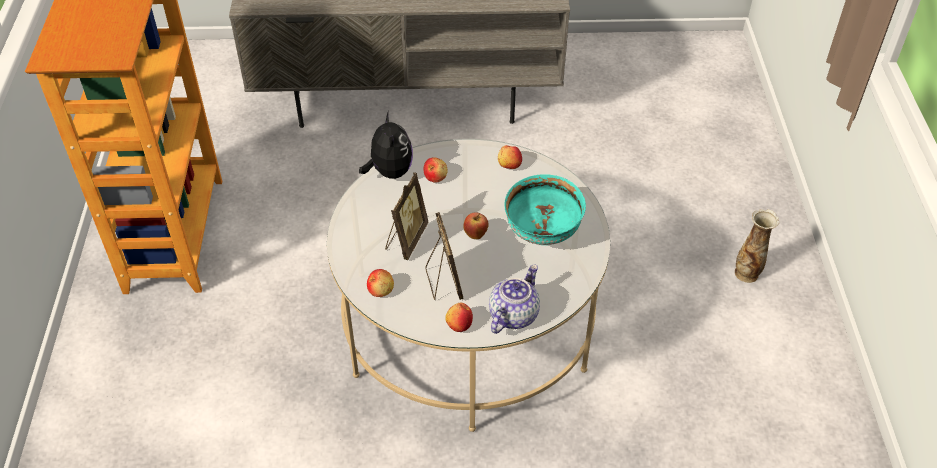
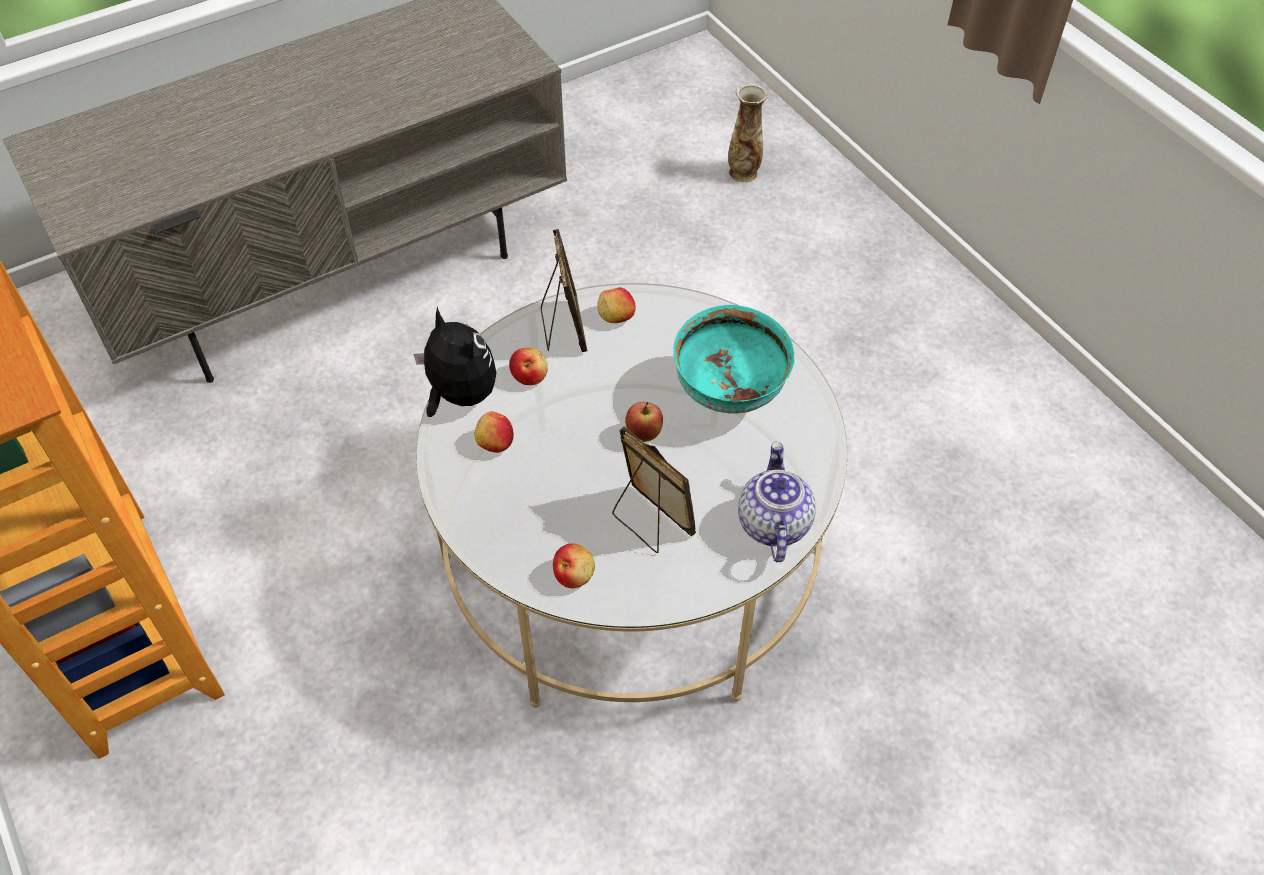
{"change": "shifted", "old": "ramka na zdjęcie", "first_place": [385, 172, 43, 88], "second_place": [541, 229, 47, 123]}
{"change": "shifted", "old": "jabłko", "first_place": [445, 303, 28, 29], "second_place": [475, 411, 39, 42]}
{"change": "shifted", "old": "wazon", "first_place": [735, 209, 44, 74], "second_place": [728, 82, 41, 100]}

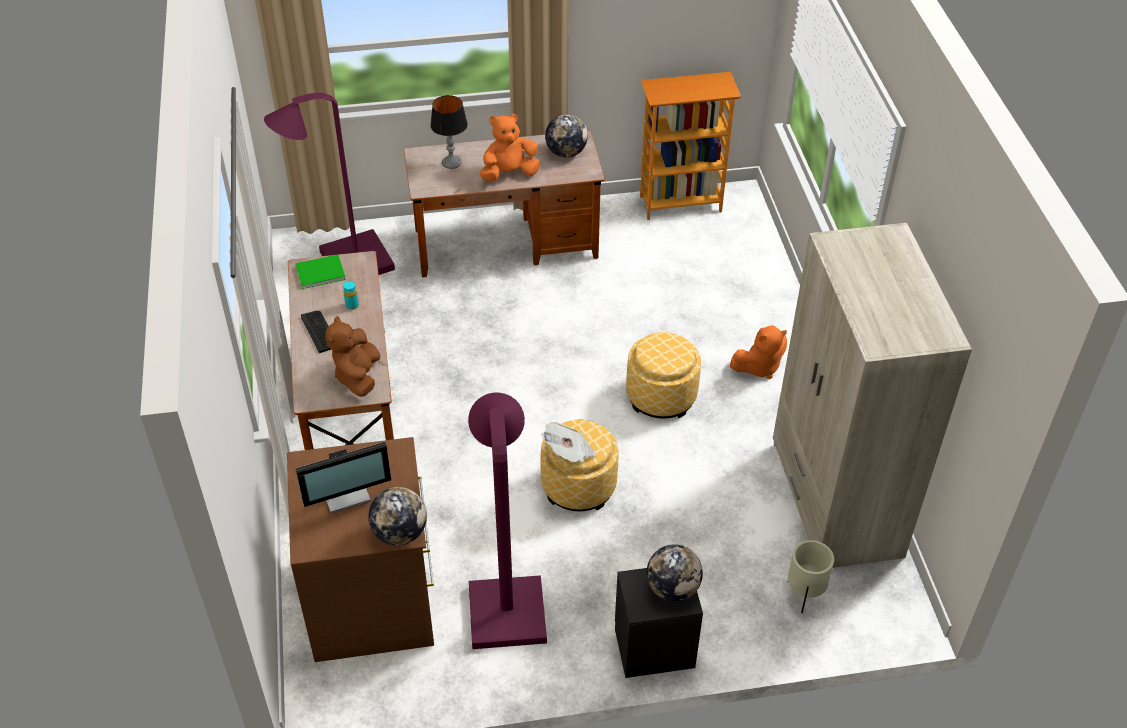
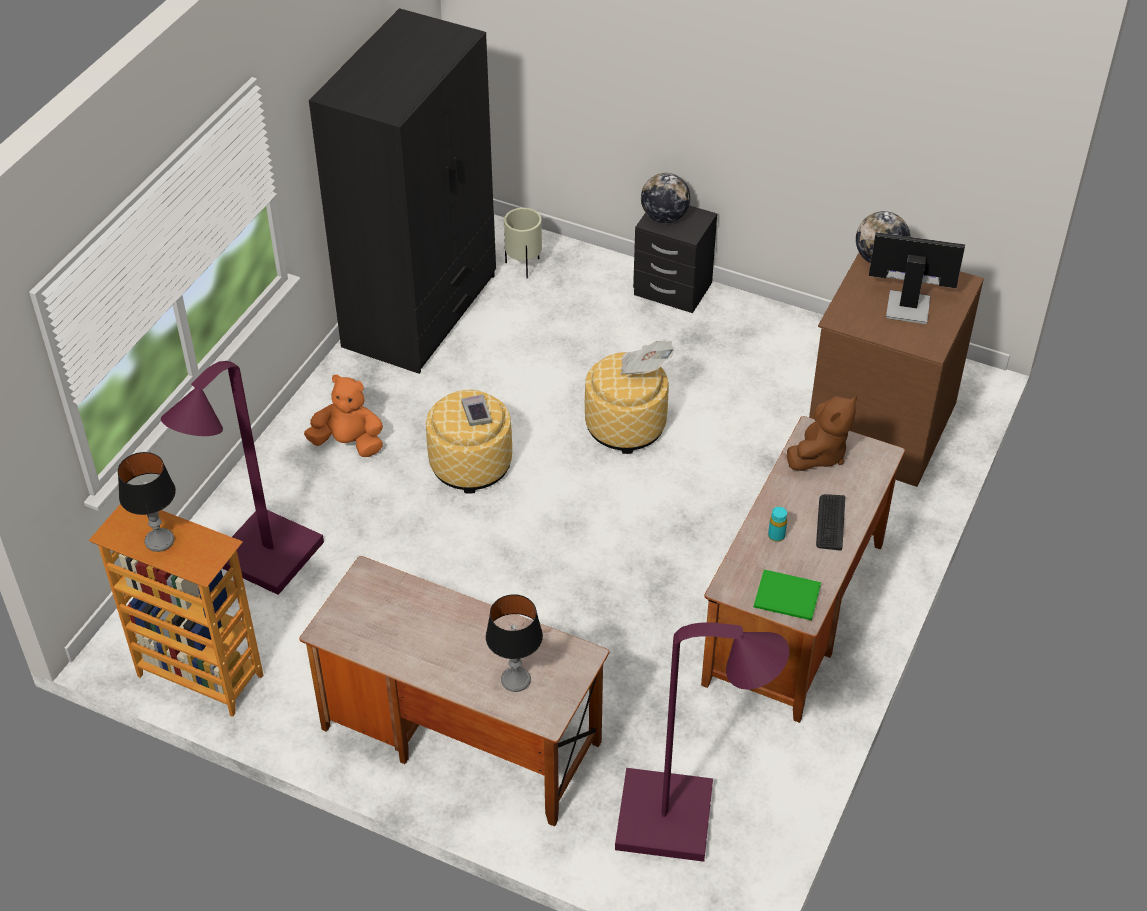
{"change": "shifted", "old": "lampa stojąca (fioletowy)", "first_place": [468, 393, 79, 256], "second_place": [161, 361, 163, 234]}
{"change": "gone", "old": "pluszak (pomarańczowy)", "first_place": [480, 114, 60, 67]}
{"change": "gone", "old": "globus", "first_place": [545, 114, 43, 44]}
{"change": "repainted", "old": "szafa (beżowy)", "new": "szafa (czarny)", "first_place": [773, 223, 199, 345], "second_place": [309, 8, 187, 366]}
{"change": "new", "new": "lampa stołowa", "second_place": [118, 452, 58, 100]}
{"change": "new", "new": "książka", "second_place": [461, 394, 31, 32]}

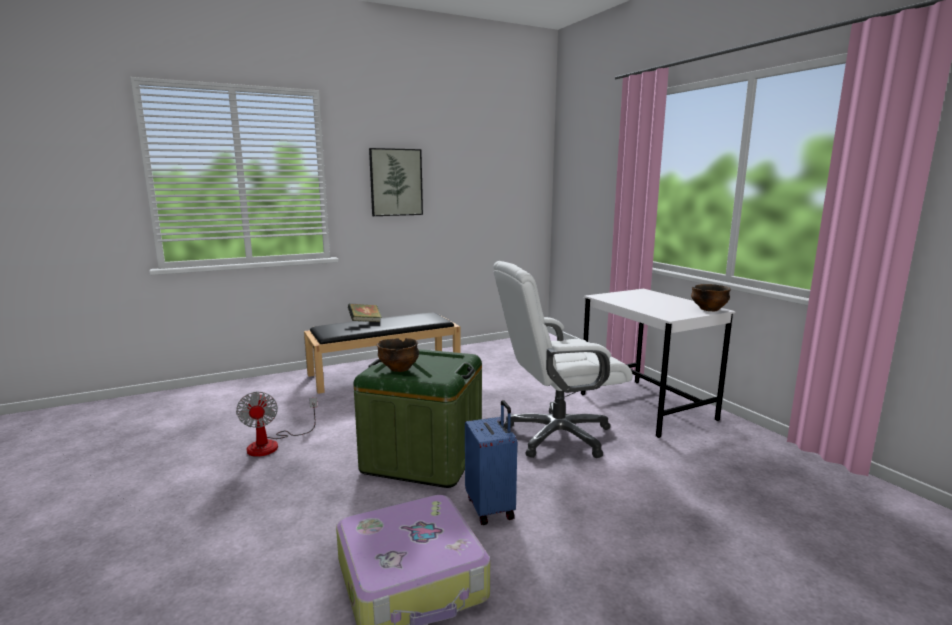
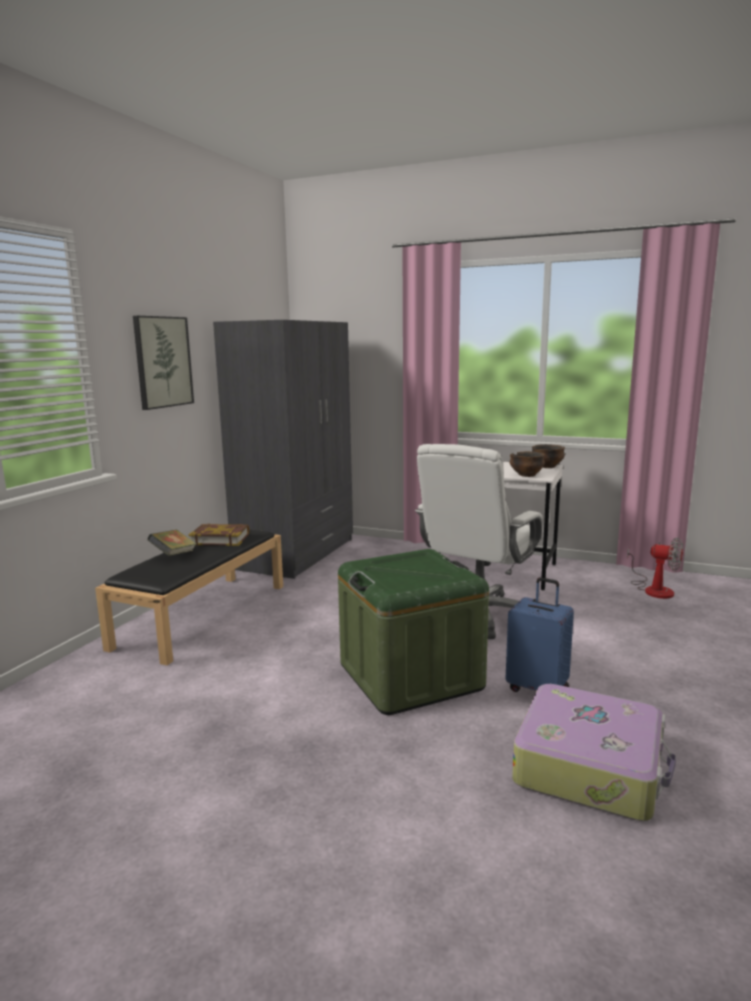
{"change": "shifted", "old": "wentylator", "first_place": [236, 392, 82, 65], "second_place": [627, 537, 56, 62]}
{"change": "shifted", "old": "miska", "first_place": [376, 338, 43, 34], "second_place": [509, 451, 36, 26]}
{"change": "new", "new": "książka", "second_place": [189, 524, 60, 22]}
{"change": "new", "new": "szafa (szary)", "second_place": [213, 320, 140, 259]}

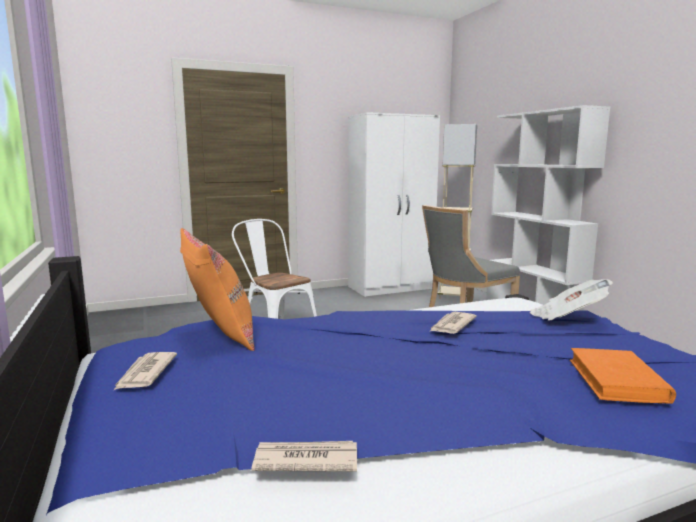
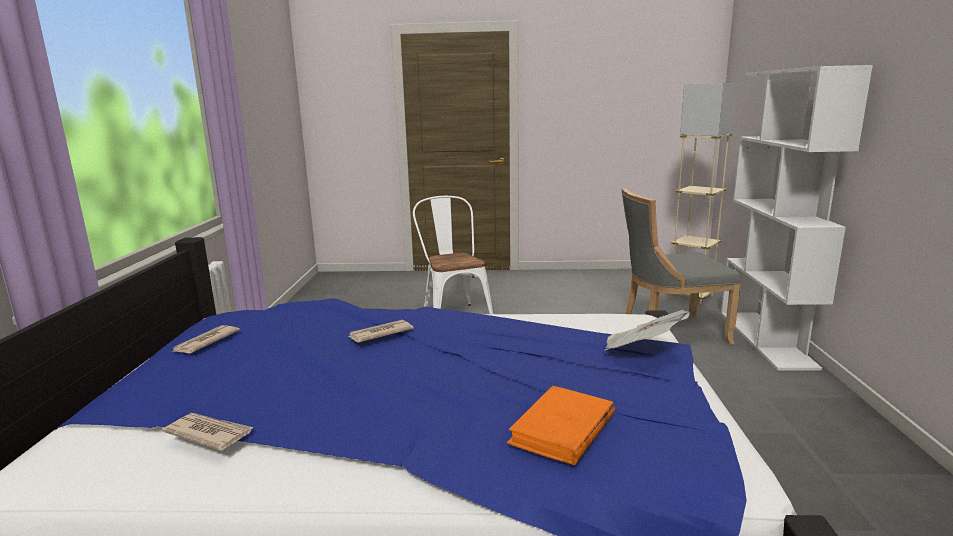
{"change": "gone", "old": "poduszka (pomarańczowy)", "first_place": [180, 228, 75, 123]}
{"change": "gone", "old": "szafa (biały)", "first_place": [348, 112, 92, 185]}
{"change": "shifted", "old": "gazeta", "first_place": [429, 312, 48, 22], "second_place": [348, 320, 66, 23]}

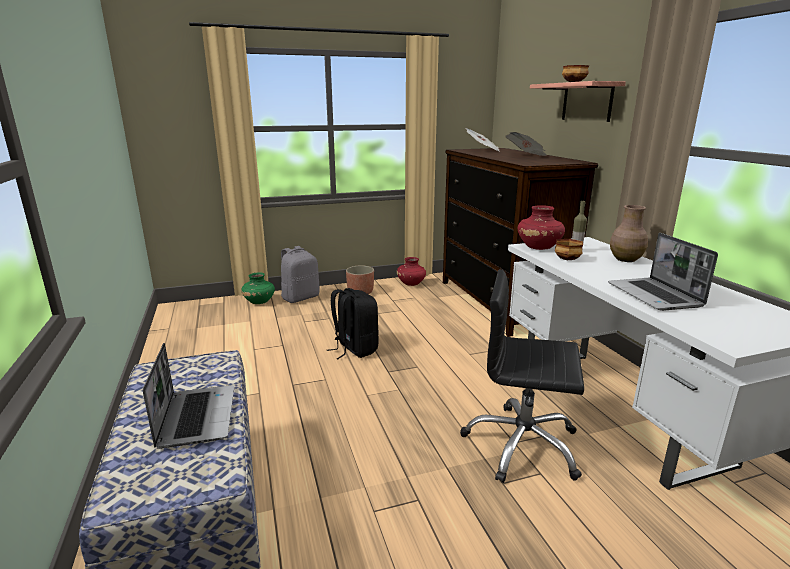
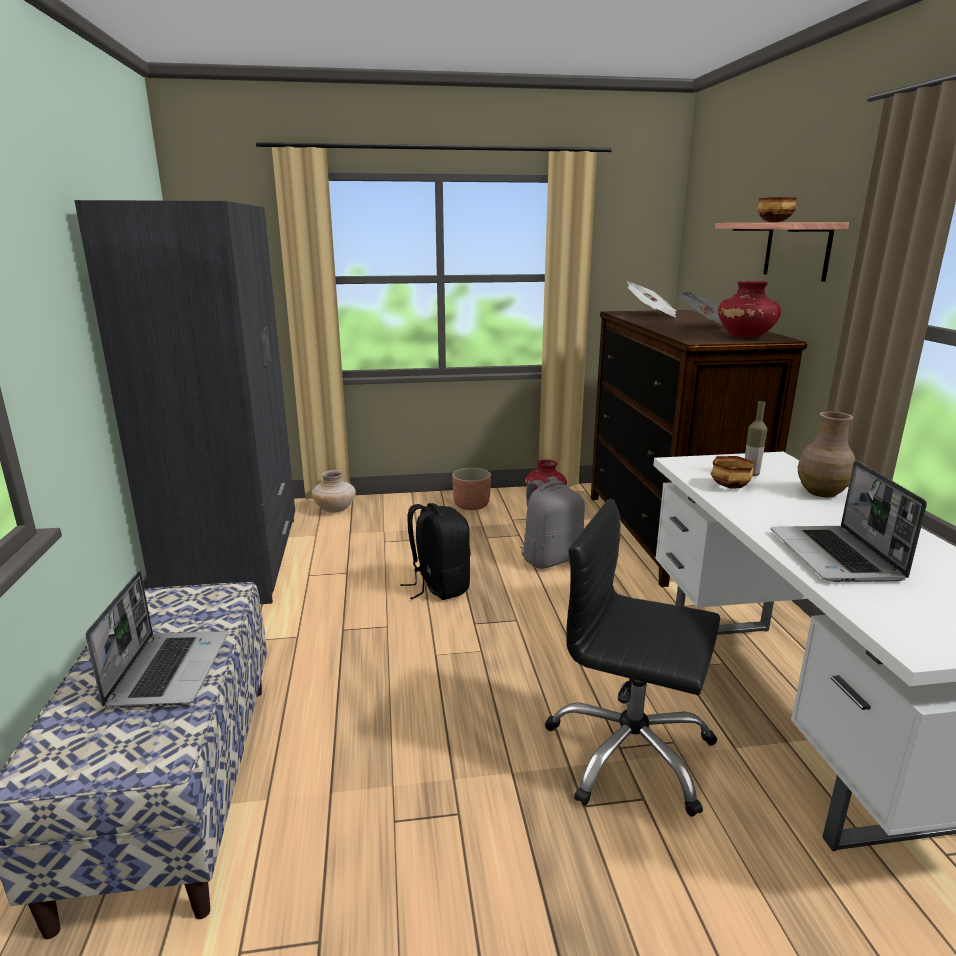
{"change": "repainted", "old": "wazon (zielony)", "new": "wazon (beżowy)", "first_place": [241, 272, 34, 32], "second_place": [312, 470, 44, 43]}
{"change": "shifted", "old": "plecak (szary)", "first_place": [281, 246, 39, 57], "second_place": [520, 476, 65, 93]}
{"change": "shifted", "old": "wazon (czerwony)", "first_place": [518, 205, 47, 45], "second_place": [718, 281, 63, 56]}
{"change": "new", "new": "szafa (szary)", "second_place": [74, 200, 221, 404]}

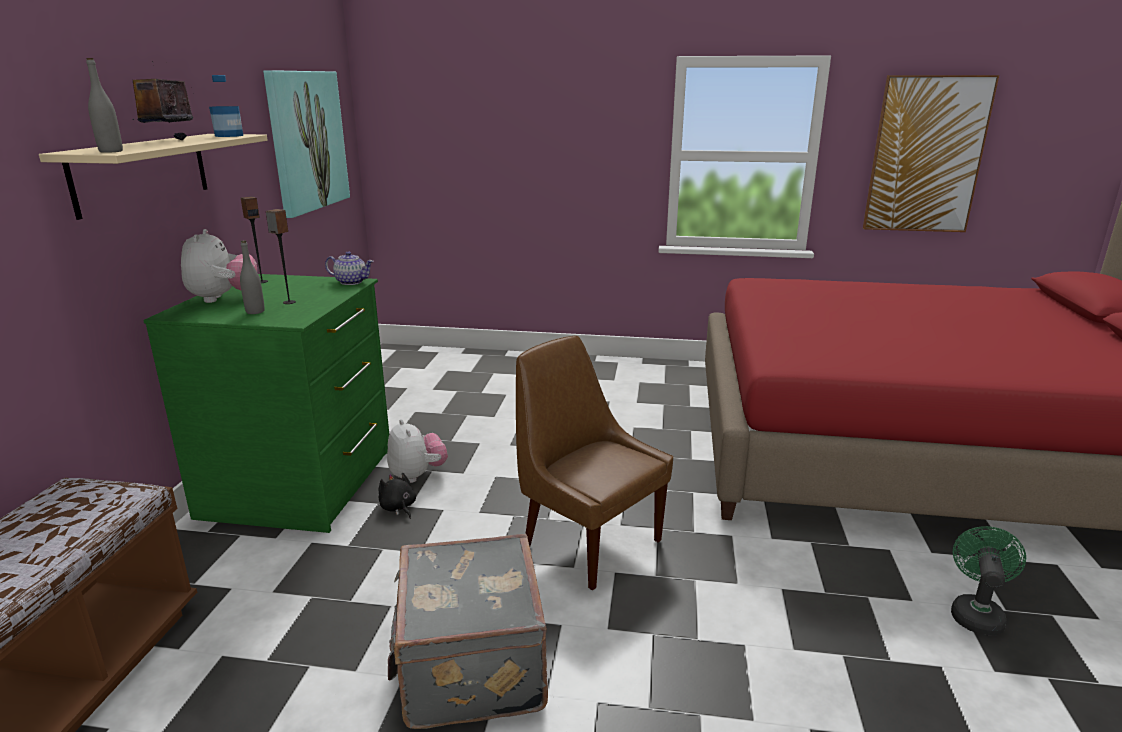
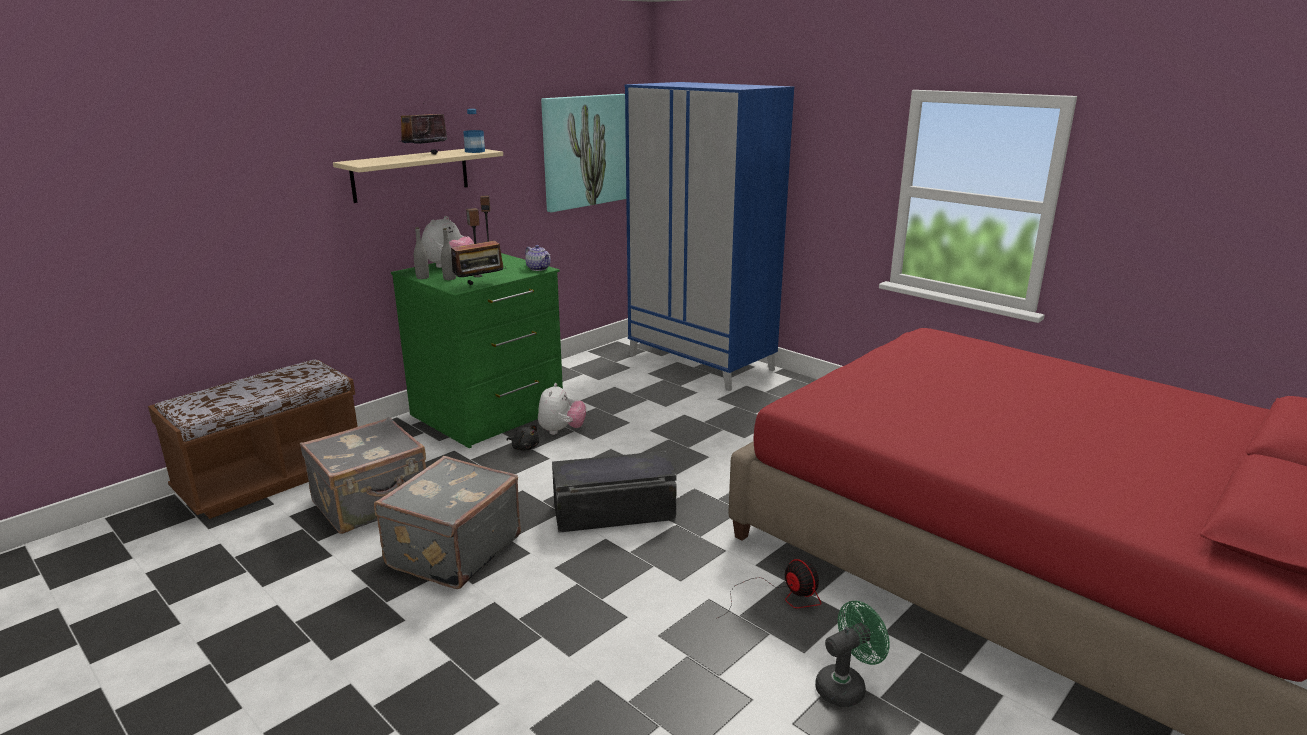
{"change": "shifted", "old": "butelka (szary)", "first_place": [86, 58, 37, 95], "second_place": [413, 227, 16, 52]}
{"change": "rotated", "old": "pluszak (czarny)", "first_place": [379, 472, 37, 47], "second_place": [507, 425, 32, 25], "degrees": 120}
{"change": "swapped", "old": "krzesło (brązowy)", "new": "pojemnik do przechowywania (czarny)", "first_place": [516, 336, 157, 254], "second_place": [552, 451, 125, 82]}
{"change": "gone", "old": "obraz", "first_place": [863, 75, 136, 157]}
{"change": "new", "new": "walizka (szary)", "second_place": [300, 417, 126, 117]}
{"change": "new", "new": "radio", "second_place": [451, 241, 55, 44]}
{"change": "new", "new": "szafa (niebieski)", "second_place": [624, 82, 170, 309]}
{"change": "new", "new": "wentylator", "second_place": [718, 559, 103, 59]}

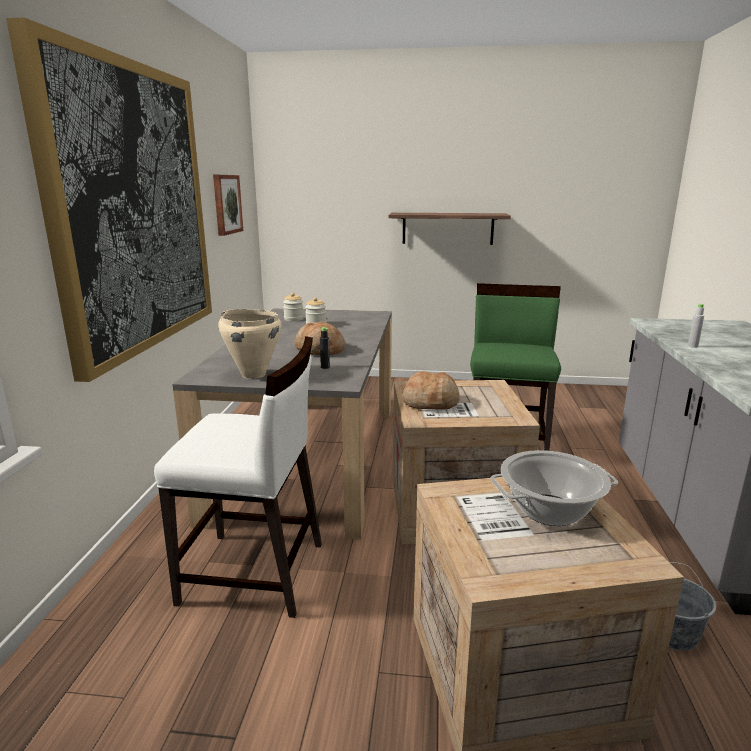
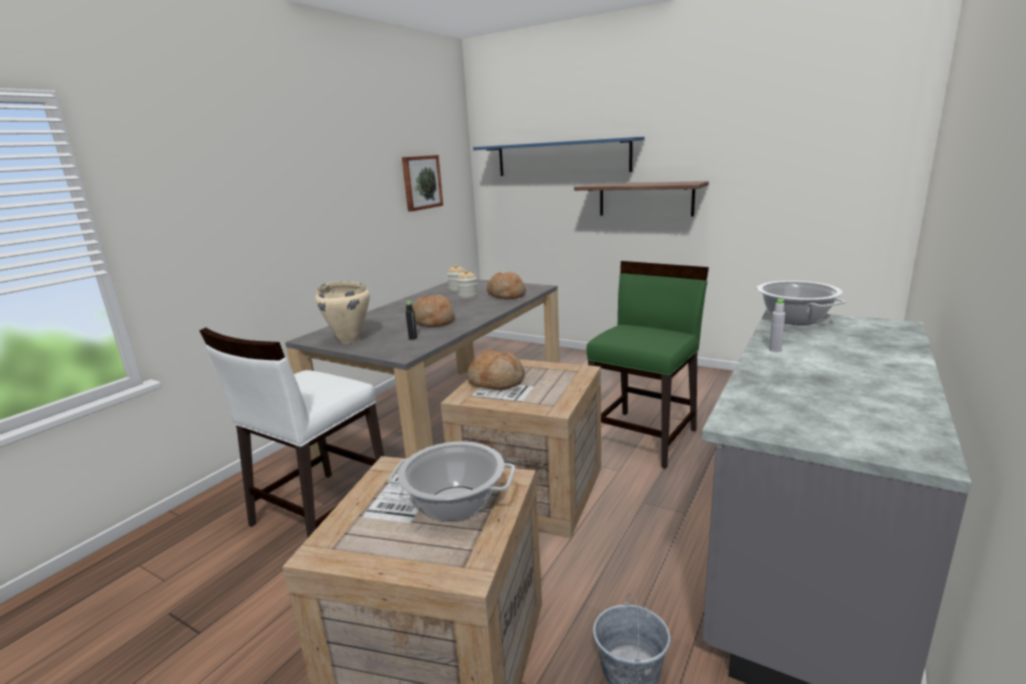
{"change": "gone", "old": "obraz", "first_place": [6, 18, 206, 364]}
{"change": "rotated", "old": "krzesło (biały)", "first_place": [154, 336, 168, 282], "second_place": [199, 328, 185, 210], "degrees": 90}
{"change": "new", "new": "półka (niebieski)", "second_place": [473, 137, 172, 39]}
{"change": "new", "new": "chleb", "second_place": [487, 272, 39, 27]}
{"change": "new", "new": "garnek", "second_place": [756, 281, 90, 44]}

